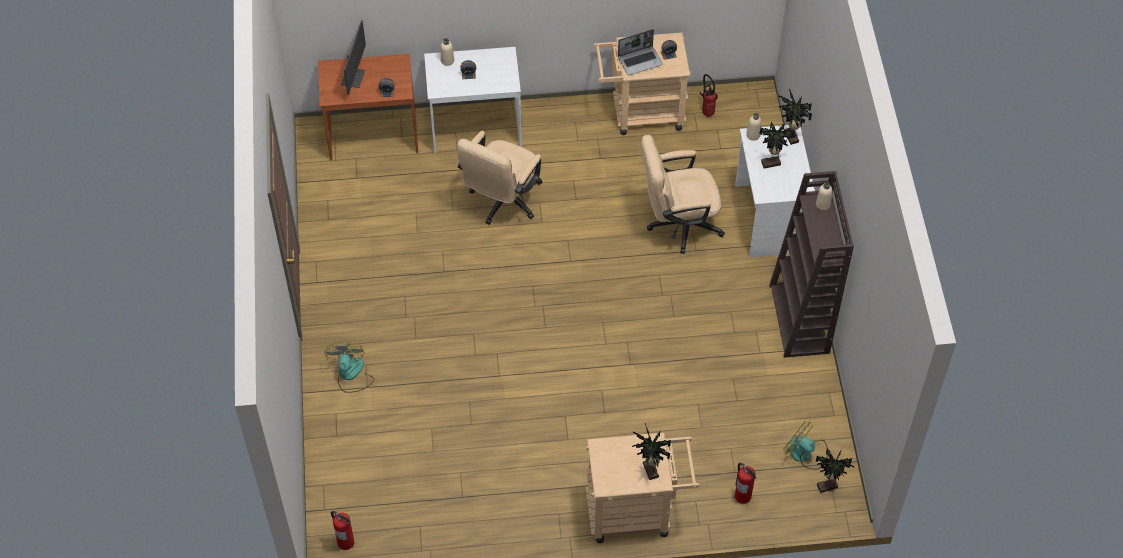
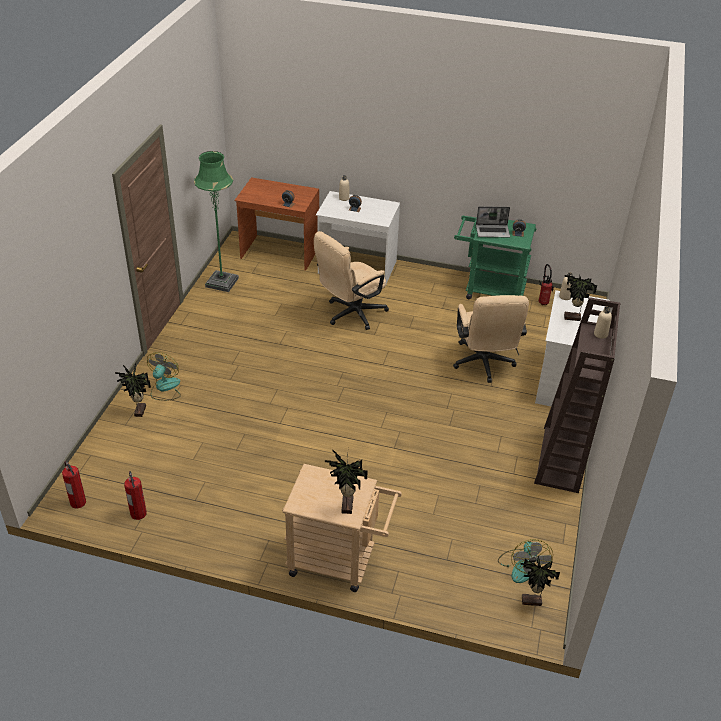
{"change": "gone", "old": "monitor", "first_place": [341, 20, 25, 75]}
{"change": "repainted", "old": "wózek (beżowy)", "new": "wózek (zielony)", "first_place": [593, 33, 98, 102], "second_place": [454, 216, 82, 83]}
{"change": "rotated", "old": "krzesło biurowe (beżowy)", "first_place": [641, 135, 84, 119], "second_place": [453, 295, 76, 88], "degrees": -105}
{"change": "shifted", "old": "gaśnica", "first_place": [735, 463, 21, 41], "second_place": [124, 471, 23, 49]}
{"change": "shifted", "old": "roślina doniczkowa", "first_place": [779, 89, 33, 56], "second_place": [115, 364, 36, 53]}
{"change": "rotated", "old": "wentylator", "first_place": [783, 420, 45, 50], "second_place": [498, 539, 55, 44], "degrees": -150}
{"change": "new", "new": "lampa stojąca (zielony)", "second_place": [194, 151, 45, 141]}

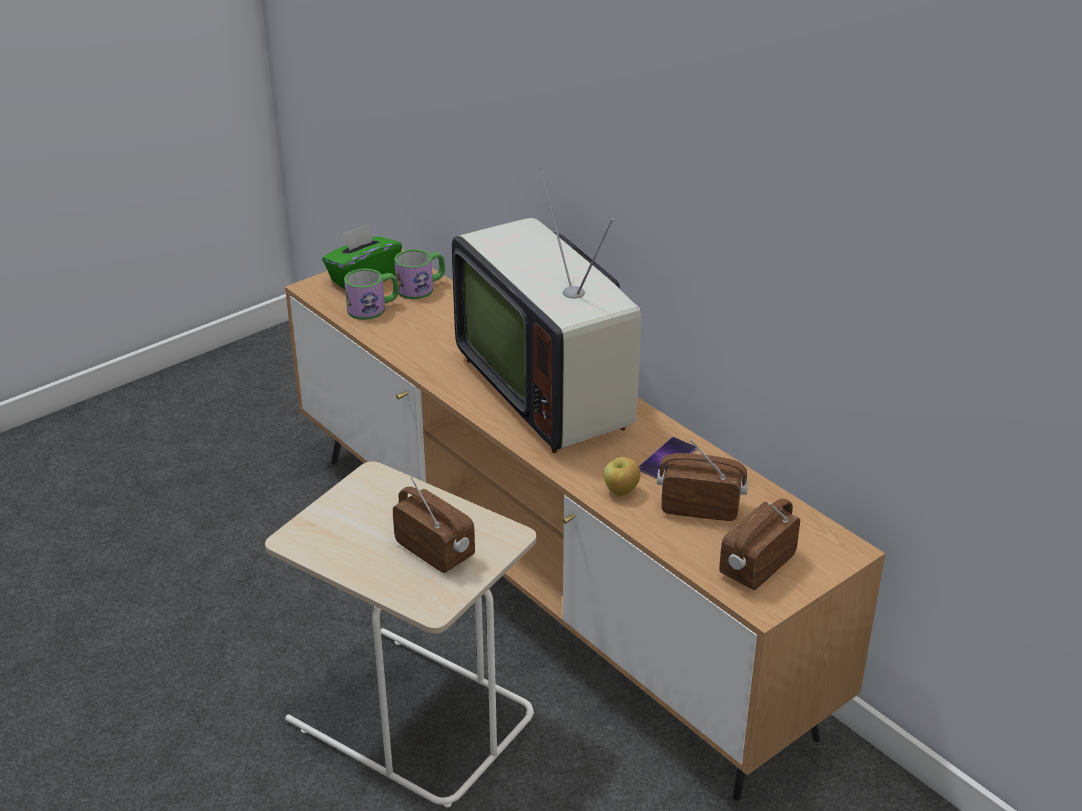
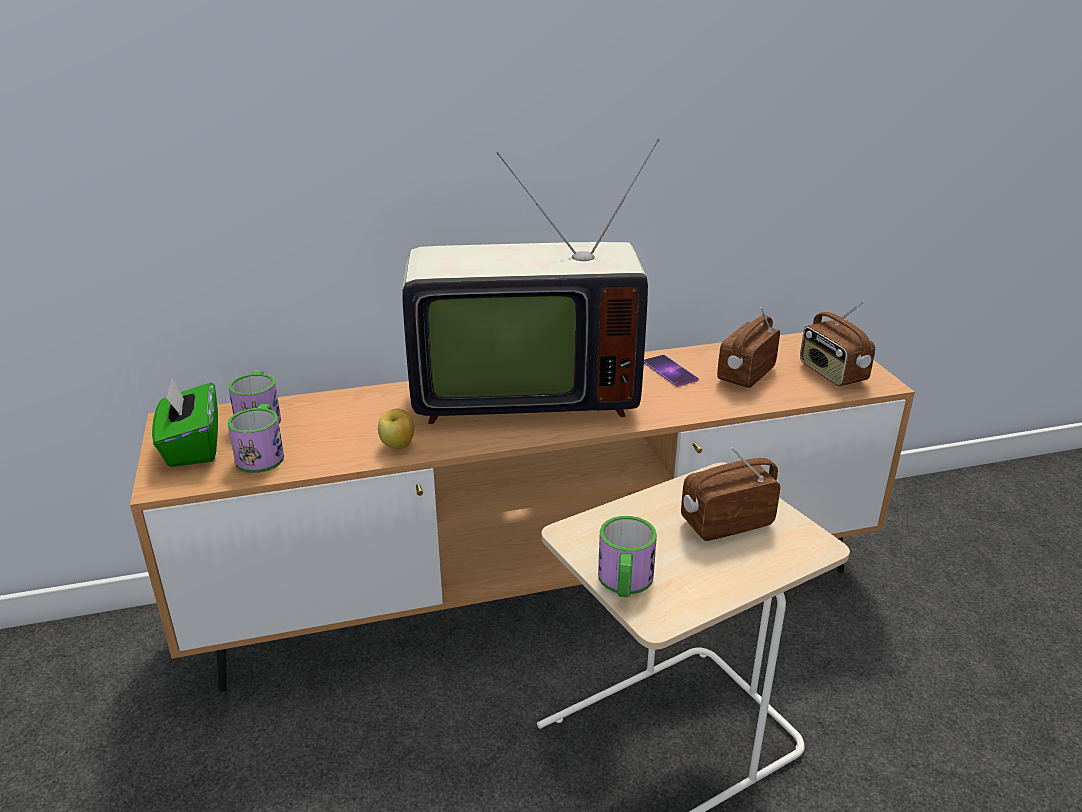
{"change": "shifted", "old": "jabłko", "first_place": [604, 457, 36, 39], "second_place": [378, 408, 36, 41]}
{"change": "new", "new": "kubek", "second_place": [598, 516, 59, 82]}

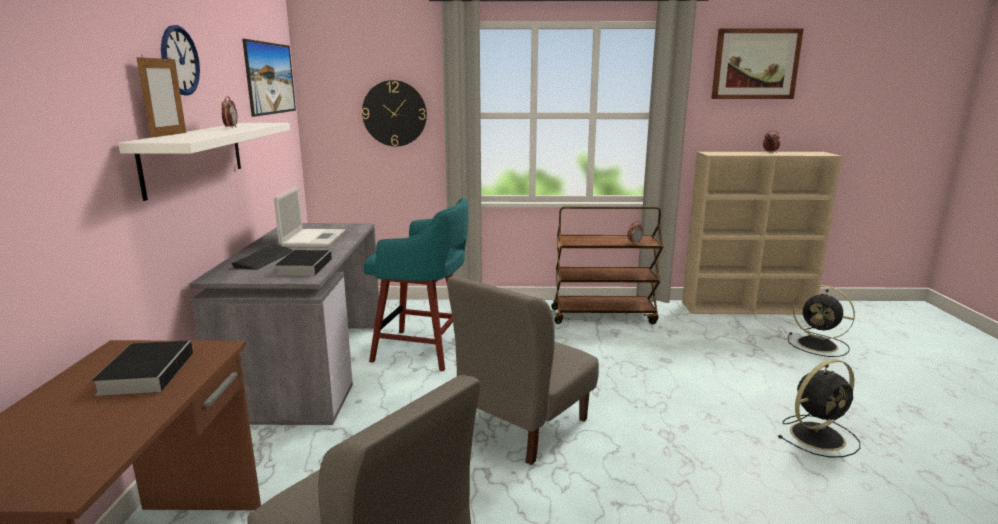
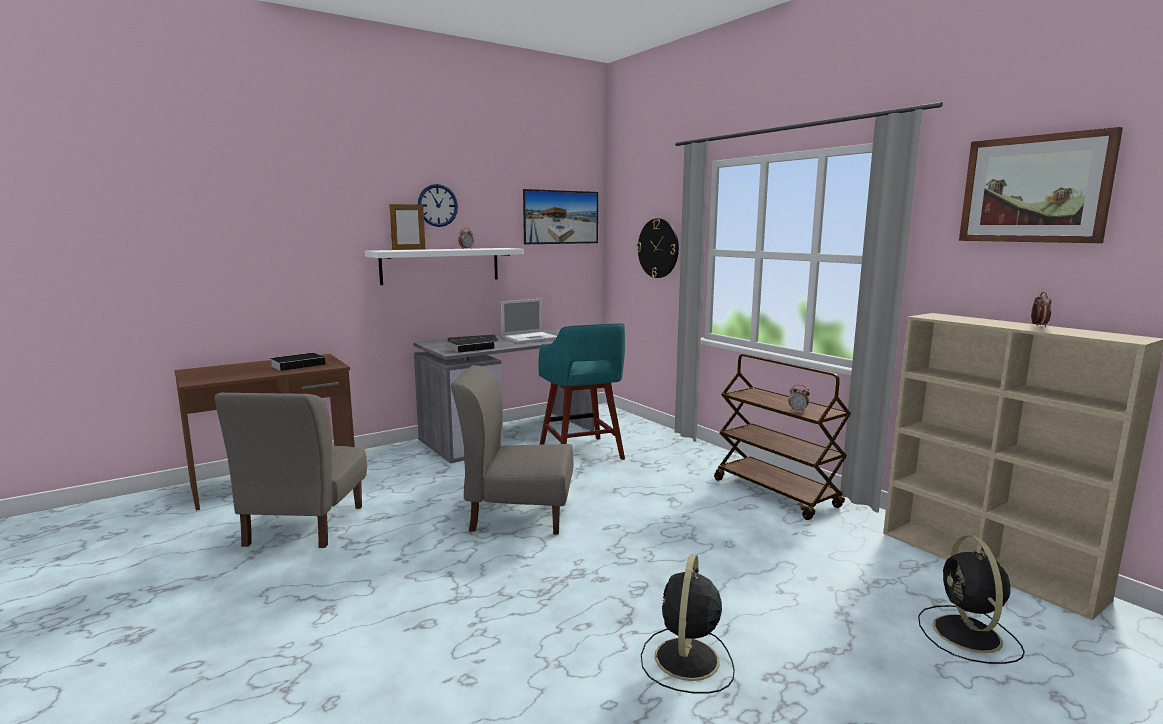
{"change": "rotated", "old": "wentylator (czarny)", "first_place": [777, 359, 83, 99], "second_place": [641, 554, 94, 140], "degrees": 75}

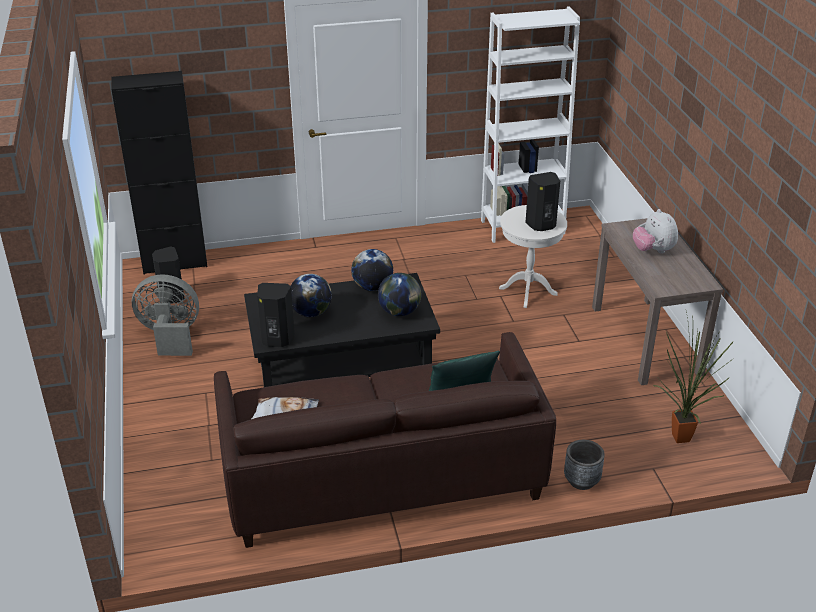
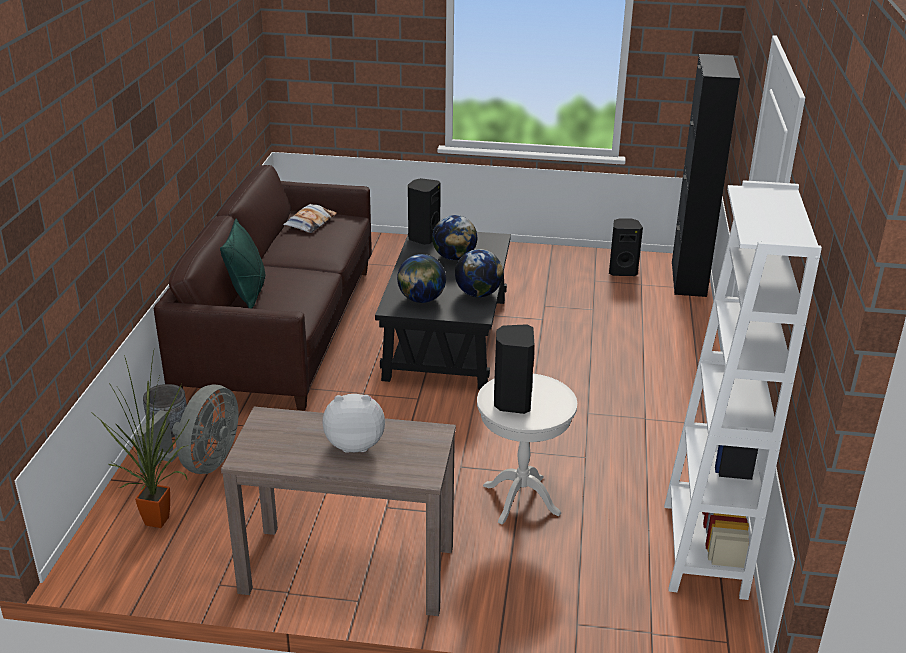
{"change": "shifted", "old": "wentylator (szary)", "first_place": [132, 274, 67, 82], "second_place": [134, 384, 105, 90]}

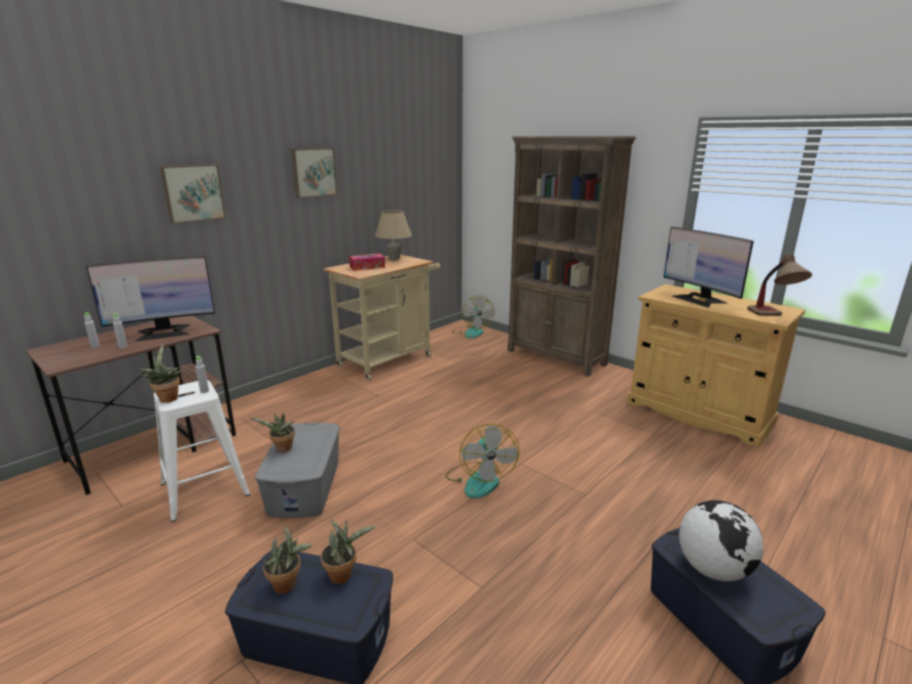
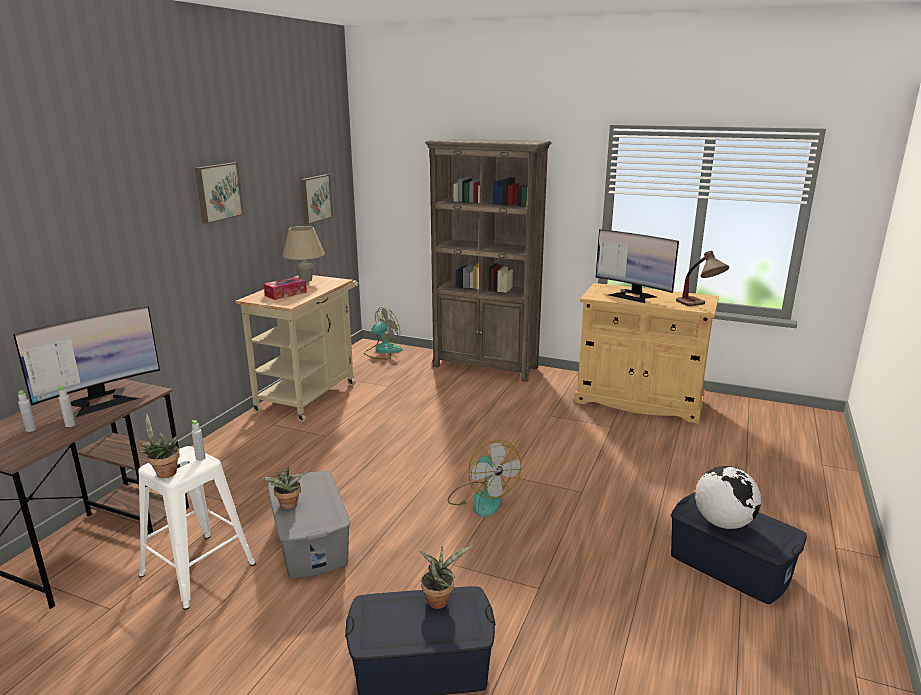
{"change": "shifted", "old": "obraz", "first_place": [159, 164, 67, 60], "second_place": [300, 174, 33, 50]}
{"change": "gone", "old": "roślina doniczkowa", "first_place": [263, 525, 49, 69]}
{"change": "rotated", "old": "wentylator", "first_place": [452, 296, 42, 42], "second_place": [364, 307, 39, 52], "degrees": -90}

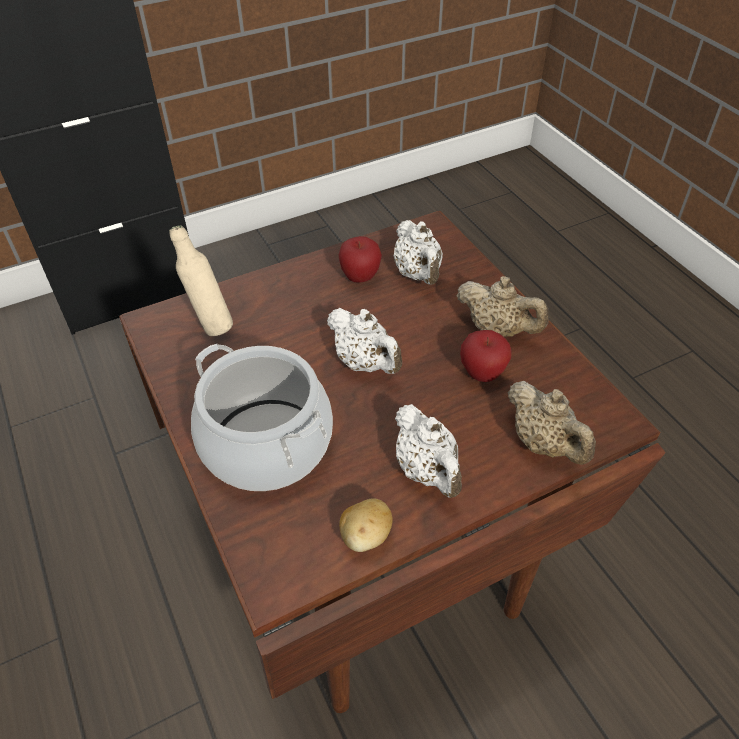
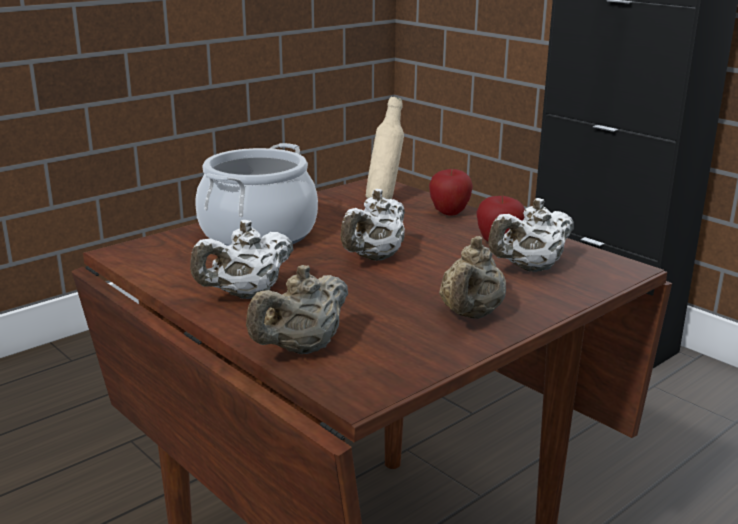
{"change": "gone", "old": "ziemniak", "first_place": [339, 498, 54, 54]}
{"change": "shifted", "old": "jabłko", "first_place": [460, 330, 52, 52], "second_place": [429, 169, 44, 47]}

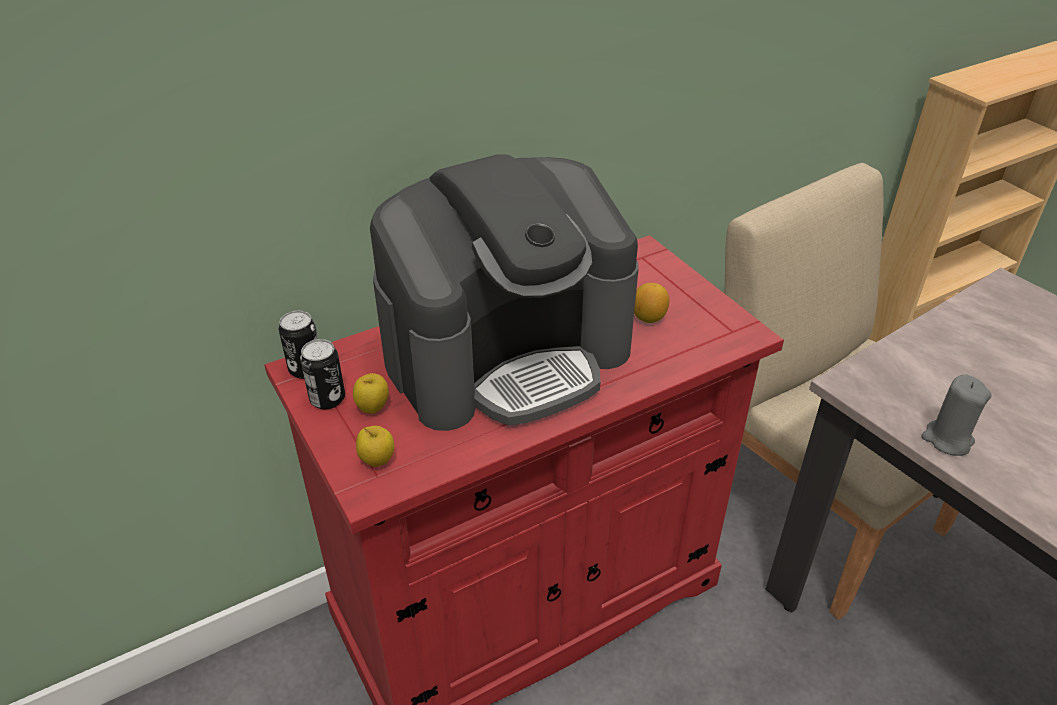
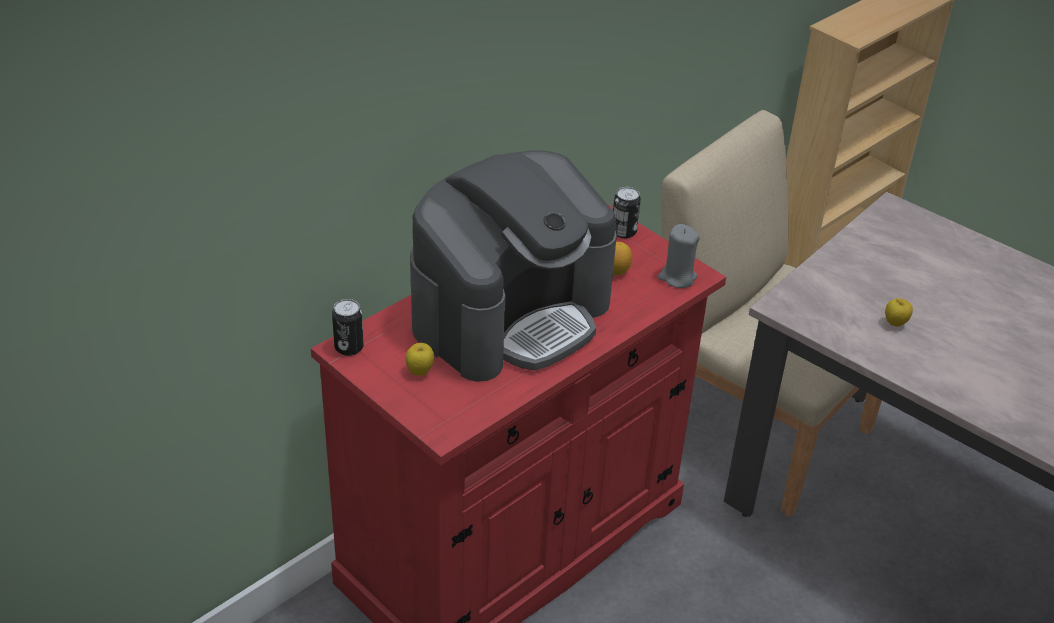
{"change": "shifted", "old": "puszka", "first_place": [300, 339, 45, 70], "second_place": [613, 187, 28, 51]}
{"change": "shifted", "old": "jabłko", "first_place": [356, 426, 38, 41], "second_place": [885, 298, 28, 29]}
{"change": "shifted", "old": "świeca (szary)", "first_place": [921, 375, 71, 81], "second_place": [658, 224, 42, 64]}

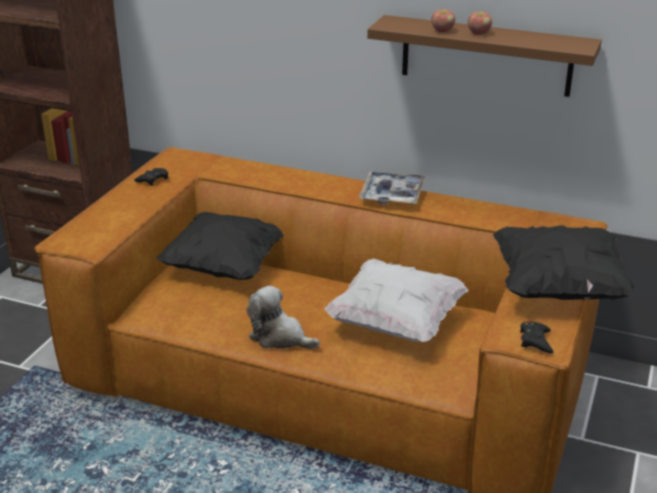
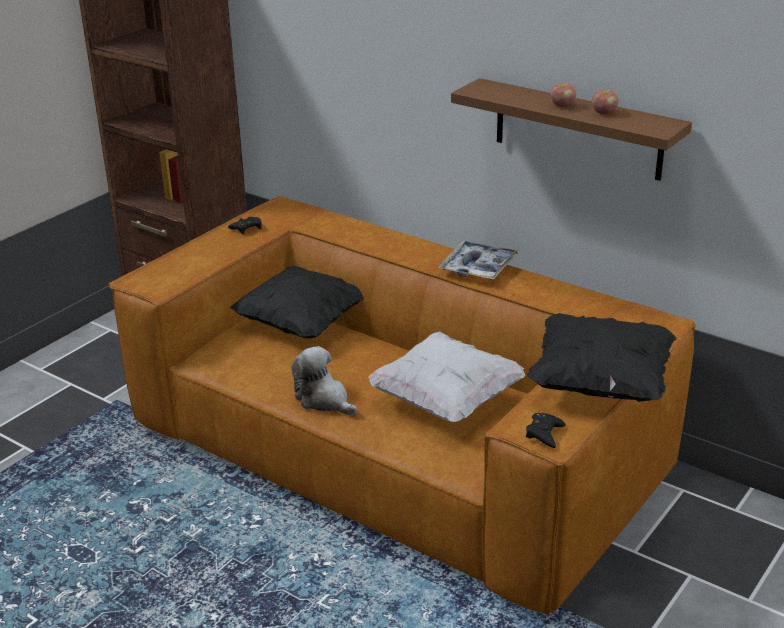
{"change": "shifted", "old": "jabłko", "first_place": [431, 9, 24, 23], "second_place": [592, 89, 26, 25]}

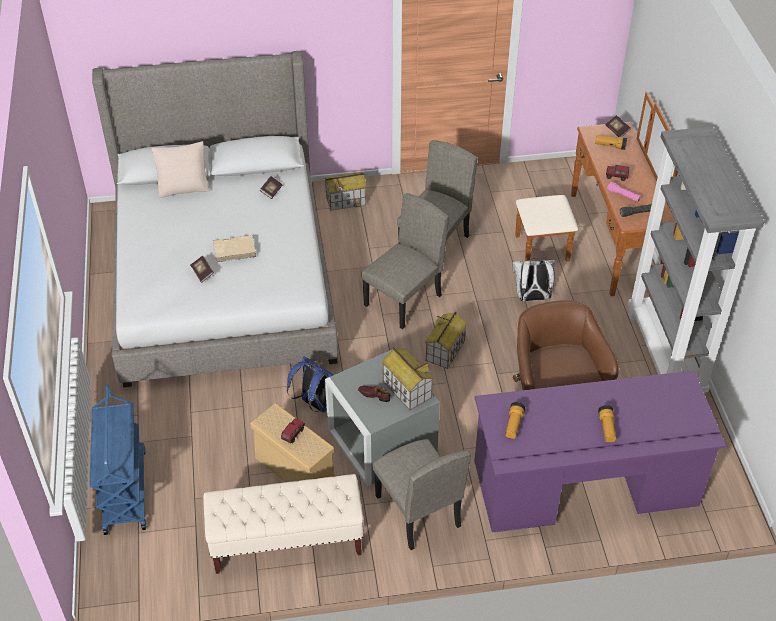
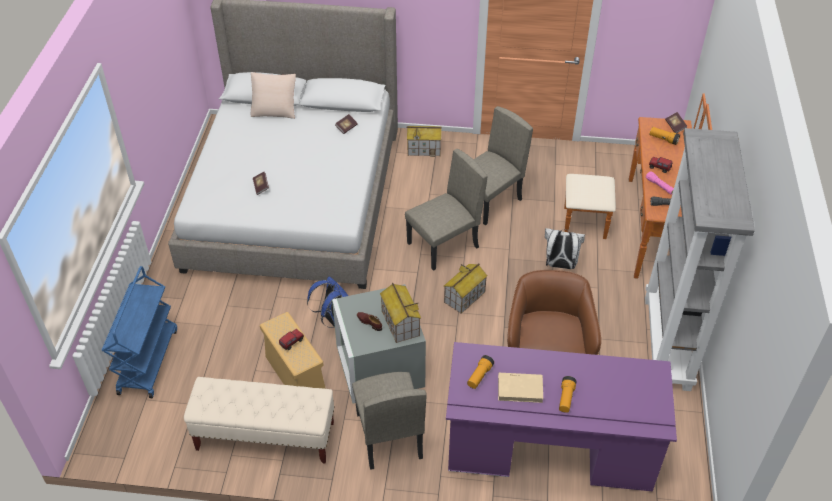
{"change": "shifted", "old": "książka (beżowy)", "first_place": [213, 235, 43, 27], "second_place": [498, 373, 45, 30]}

